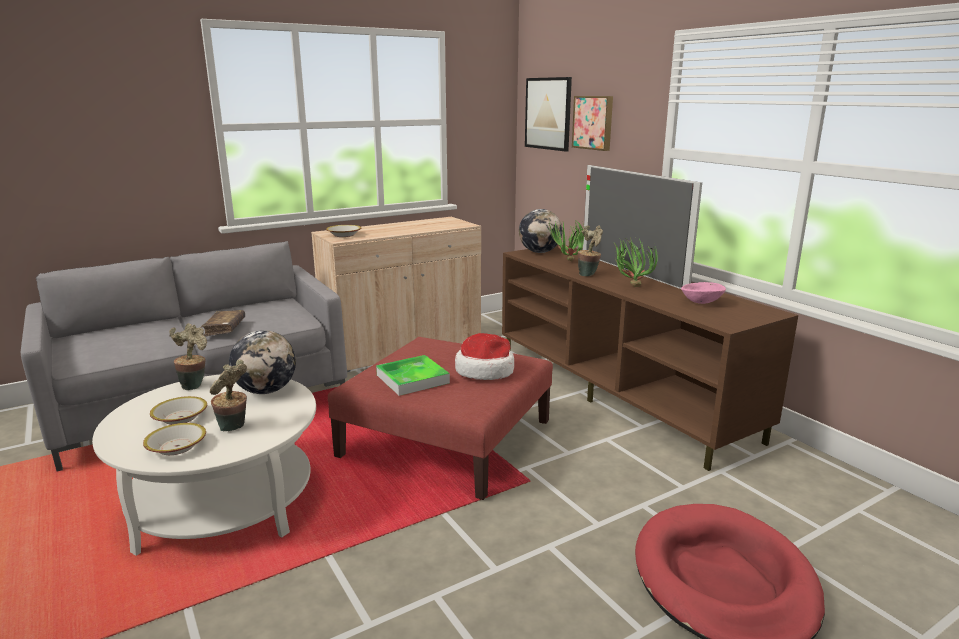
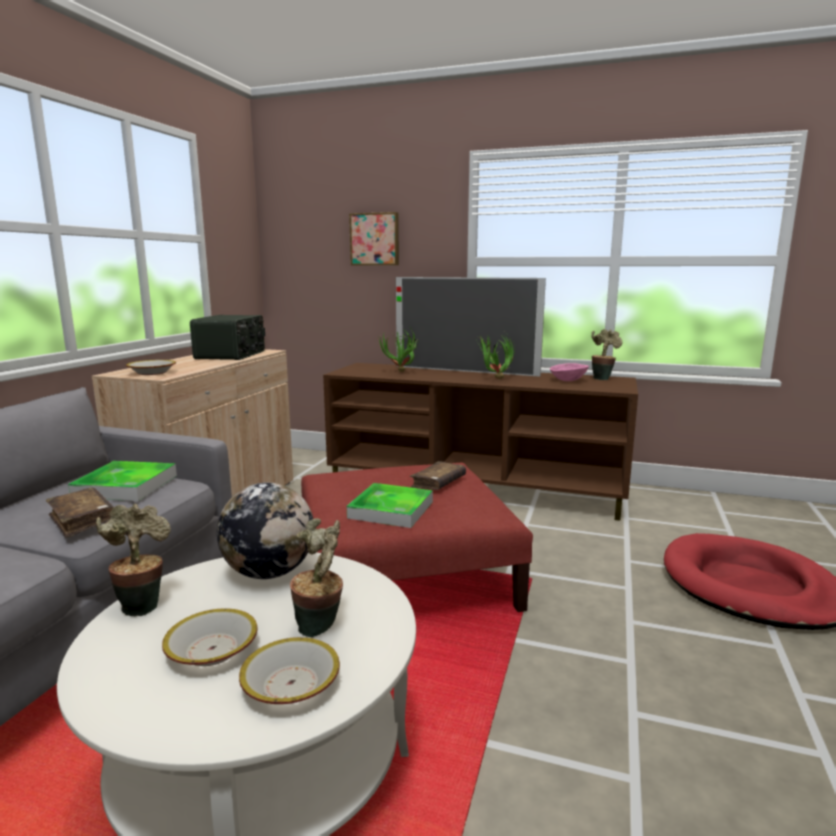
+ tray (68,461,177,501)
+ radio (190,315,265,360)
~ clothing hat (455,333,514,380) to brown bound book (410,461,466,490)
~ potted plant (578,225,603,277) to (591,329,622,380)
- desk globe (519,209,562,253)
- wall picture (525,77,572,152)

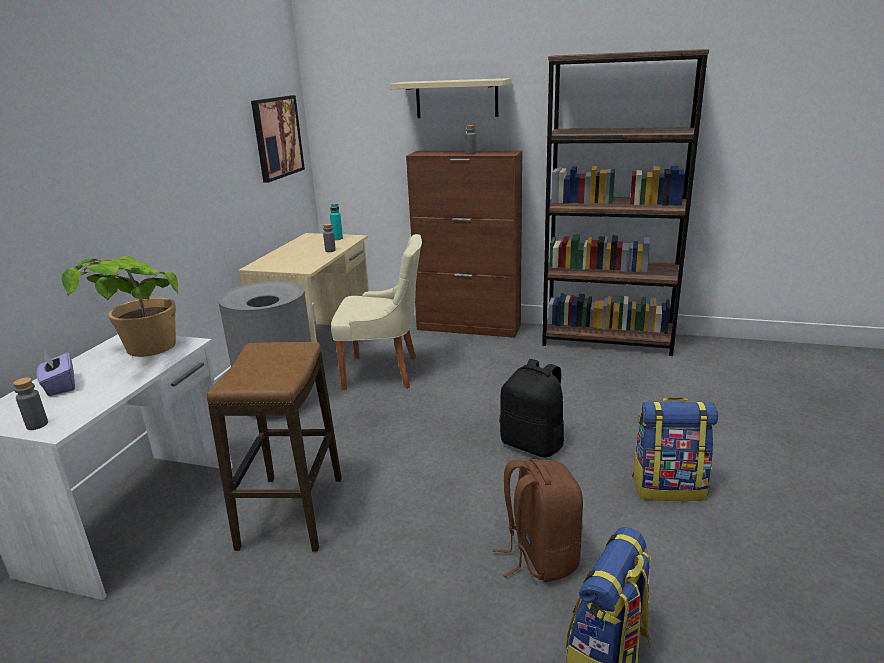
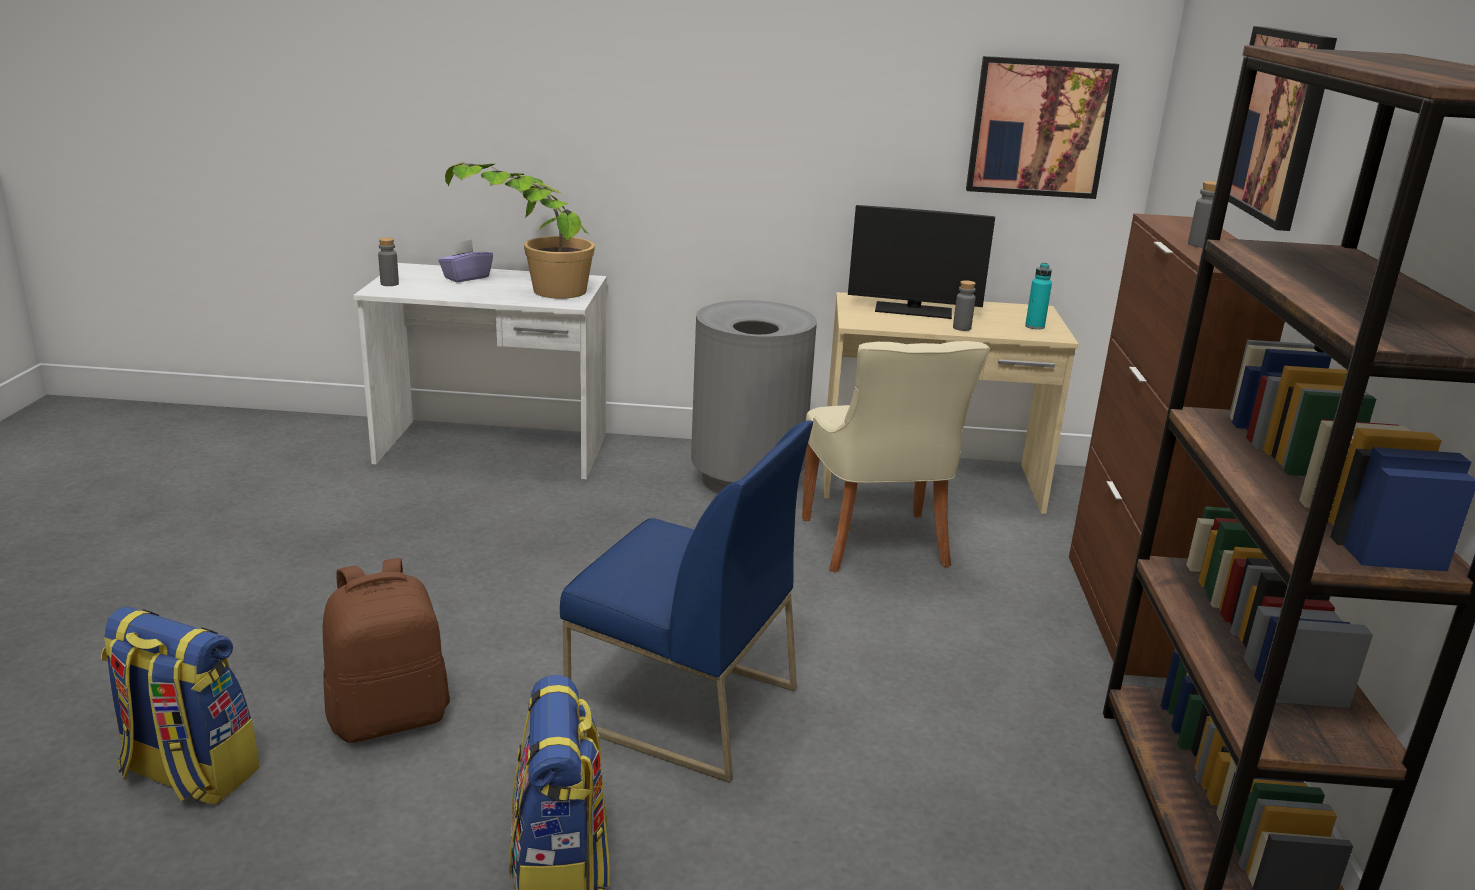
~ blackish rucksack (499,359,564,458) to blue-coloured upright chair (560,421,813,783)
+ computer display (848,205,995,319)
~ sand-coloured shelf (390,78,512,118) to wall picture (1228,26,1337,231)
- sitting stool (207,342,342,551)

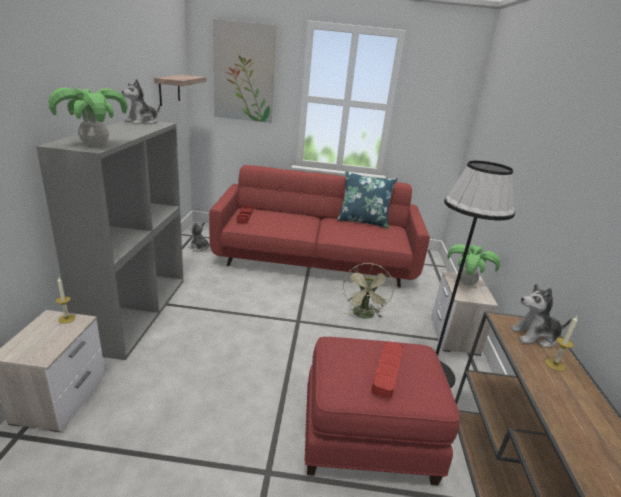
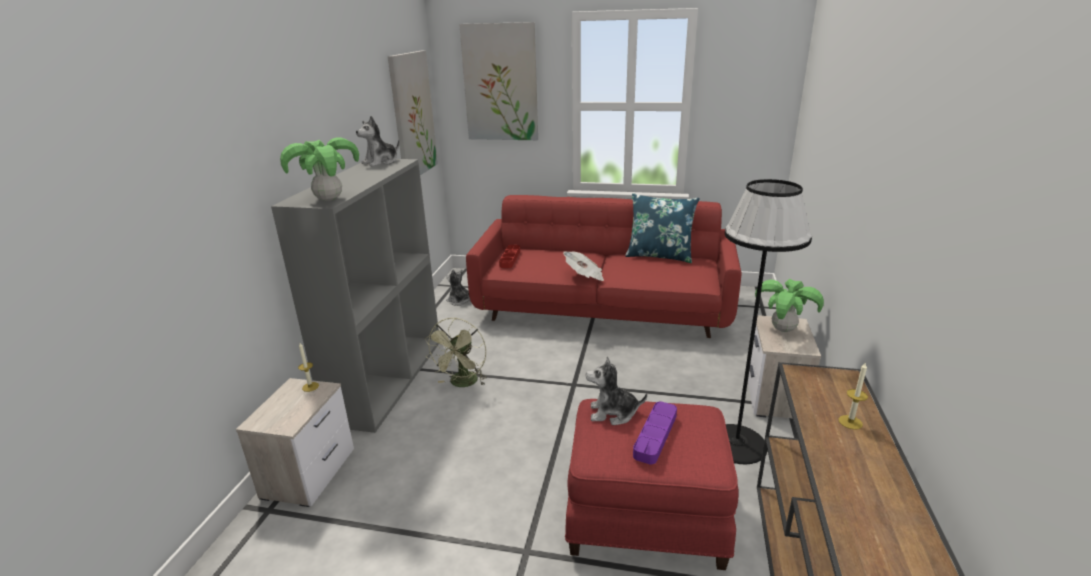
~ shelf (154,75,206,106) to wall picture (388,50,438,175)
~ green-coloured cooling fan (343,263,394,318) to (425,318,487,387)
+ daily paper (563,251,604,281)
~ plush toy (510,284,571,348) to (586,356,647,425)
~ red-coloured tray (372,341,403,398) to purple-coloured tray (633,402,677,464)

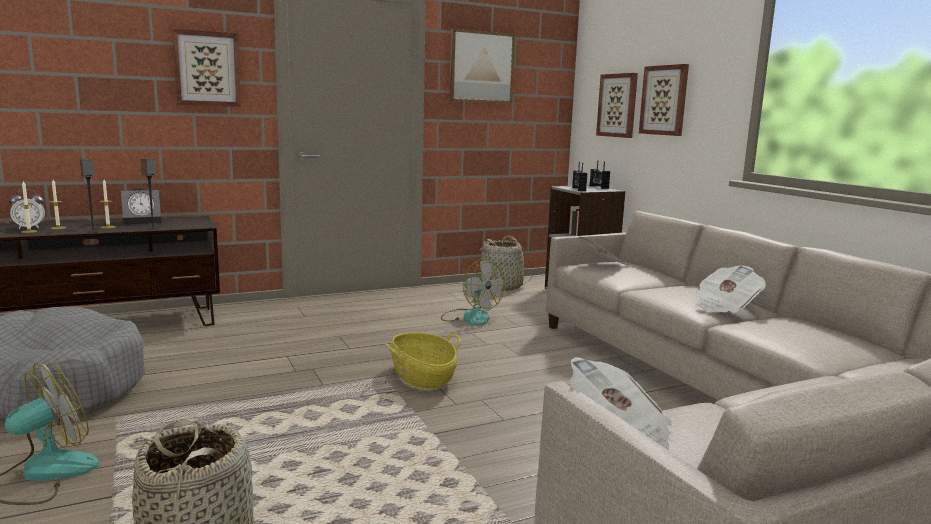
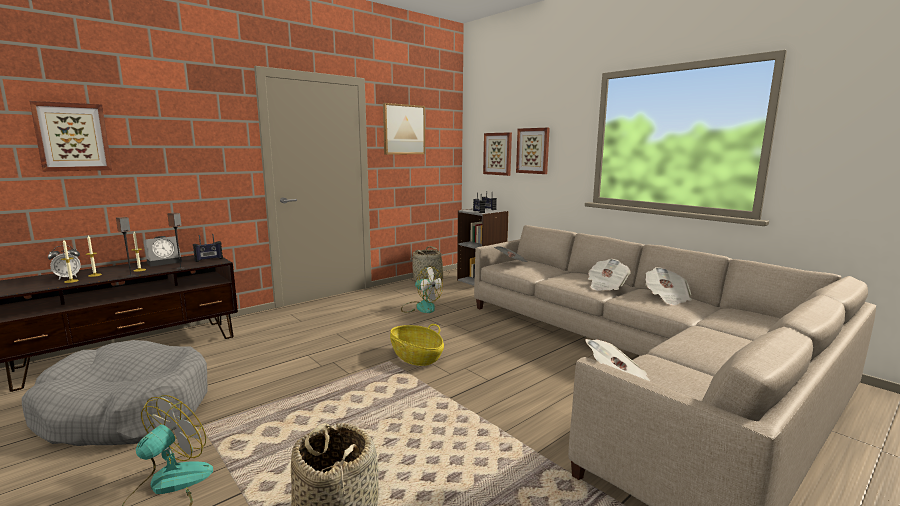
~ wall picture (172,28,241,107) to (29,101,112,172)
+ radio (193,234,223,262)
+ daily paper (646,267,692,305)

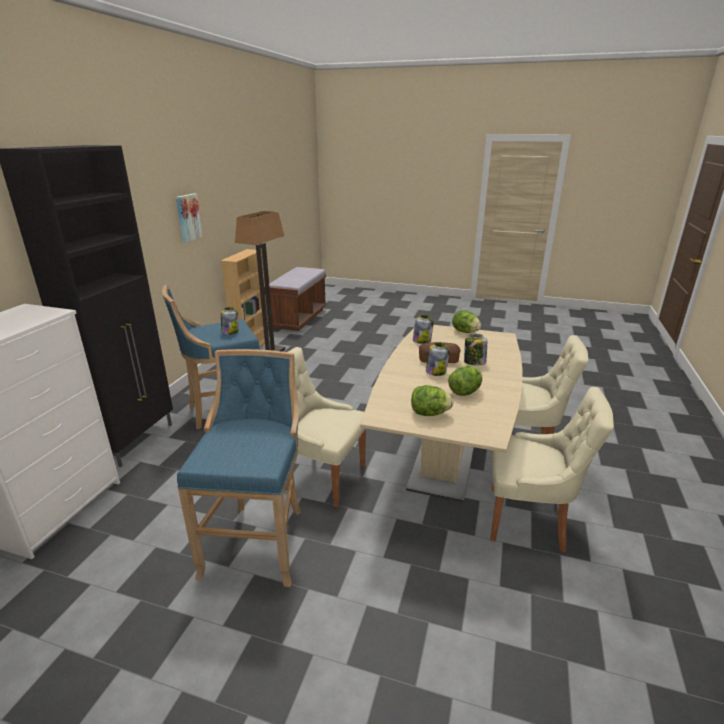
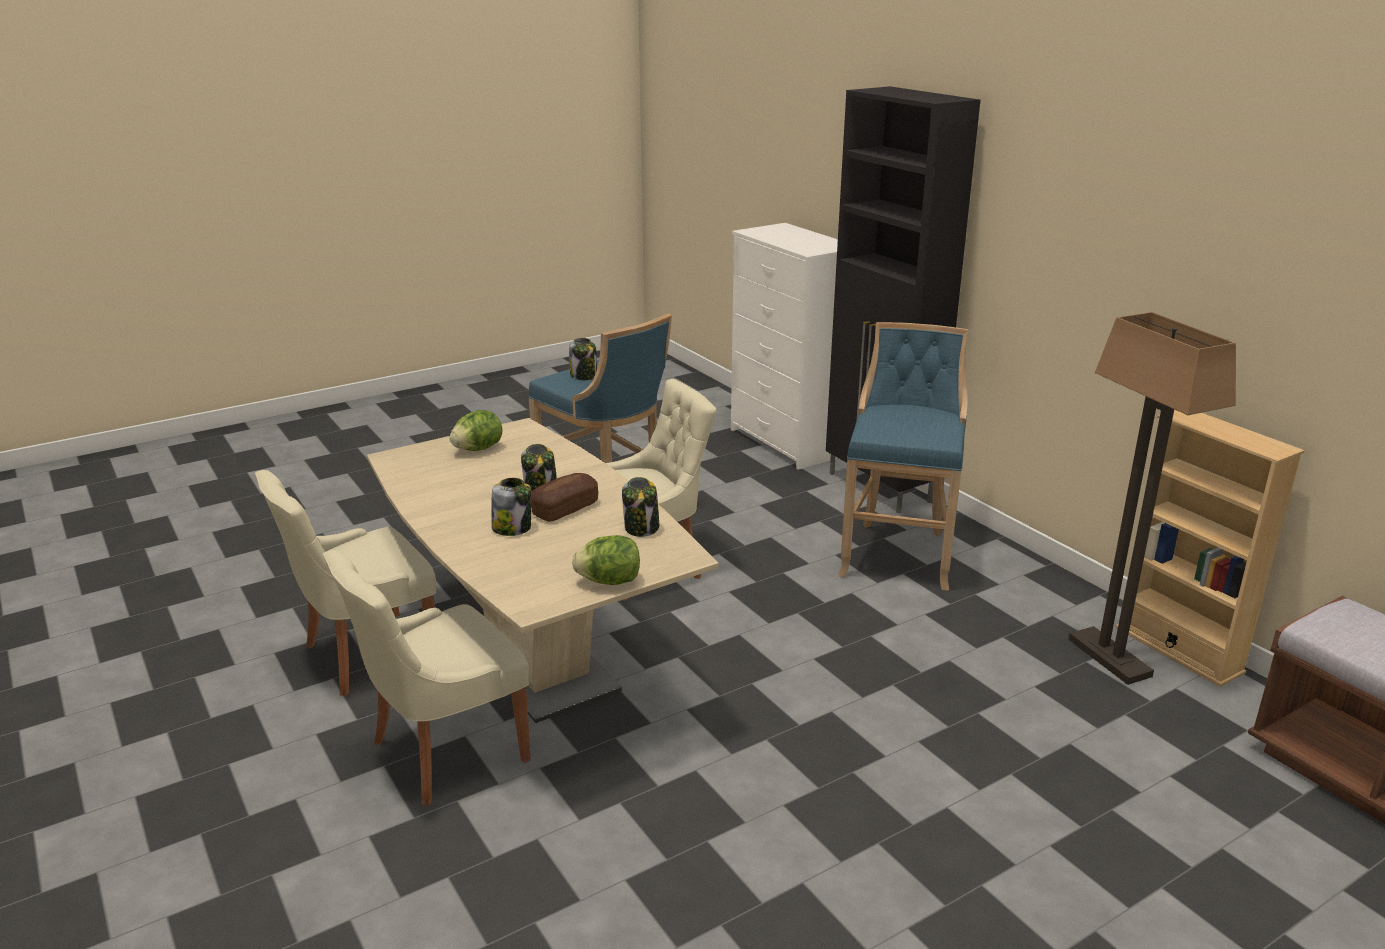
~ storage jar (221,307,239,335) to (569,338,597,380)
- wall picture (176,194,203,242)
- lettuce (448,366,482,396)

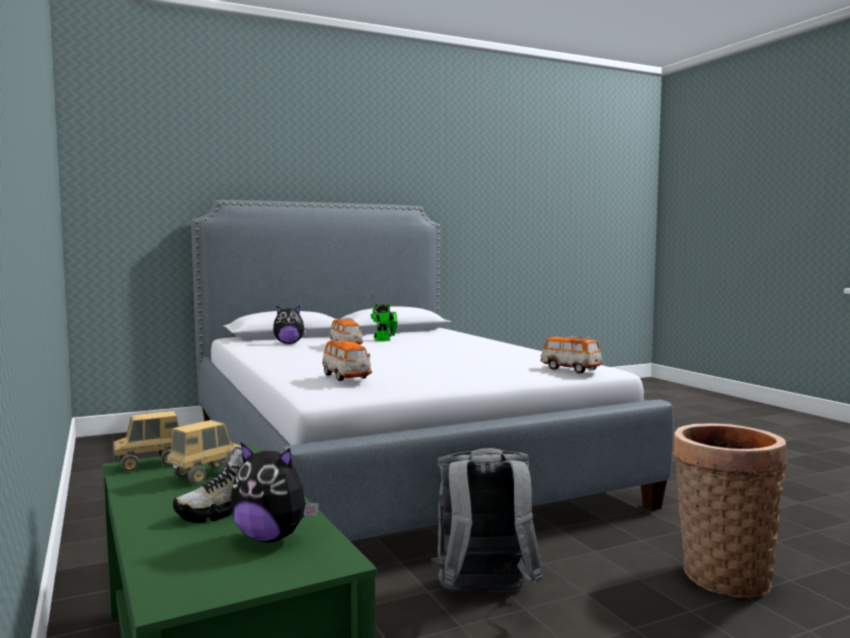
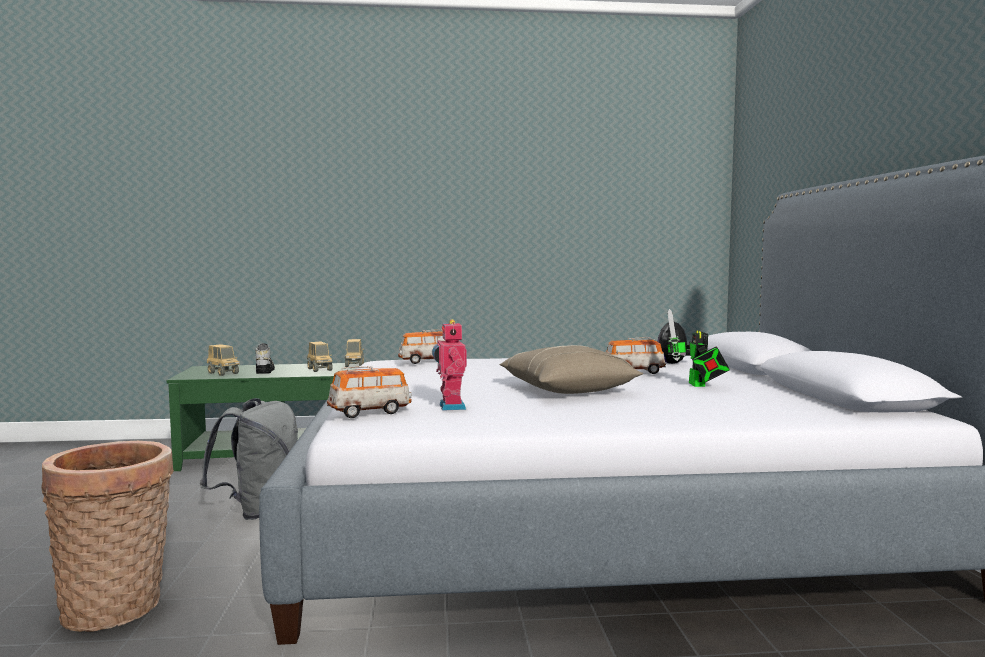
~ plush toy (230,442,319,542) to model truck (206,344,240,376)
+ model robot (432,320,467,411)
+ sand-coloured cushion (499,345,643,394)

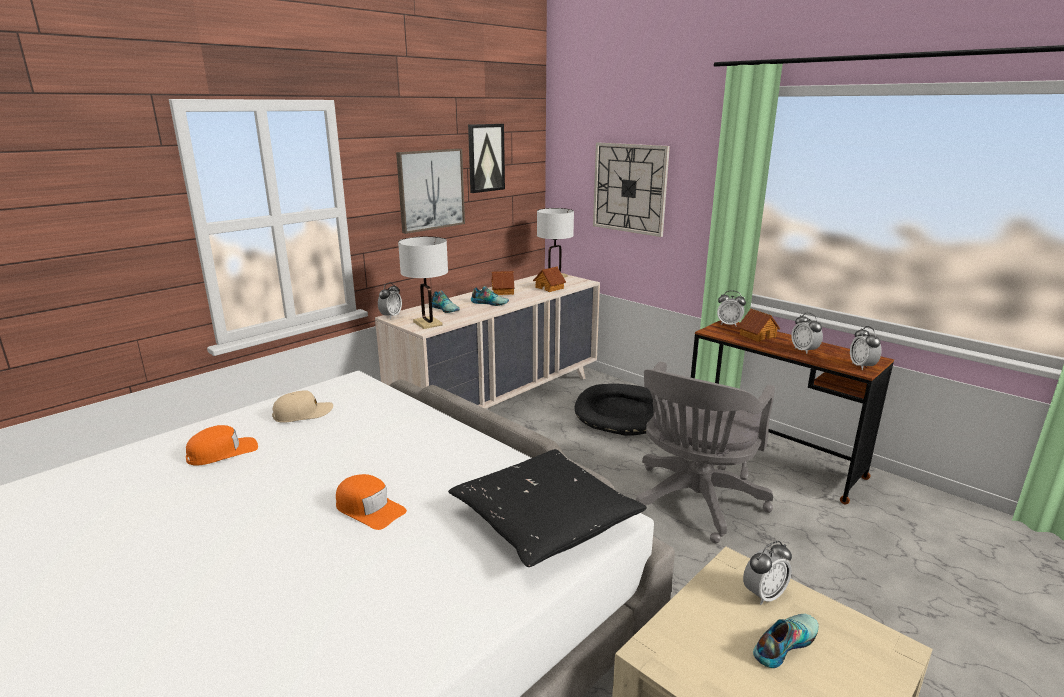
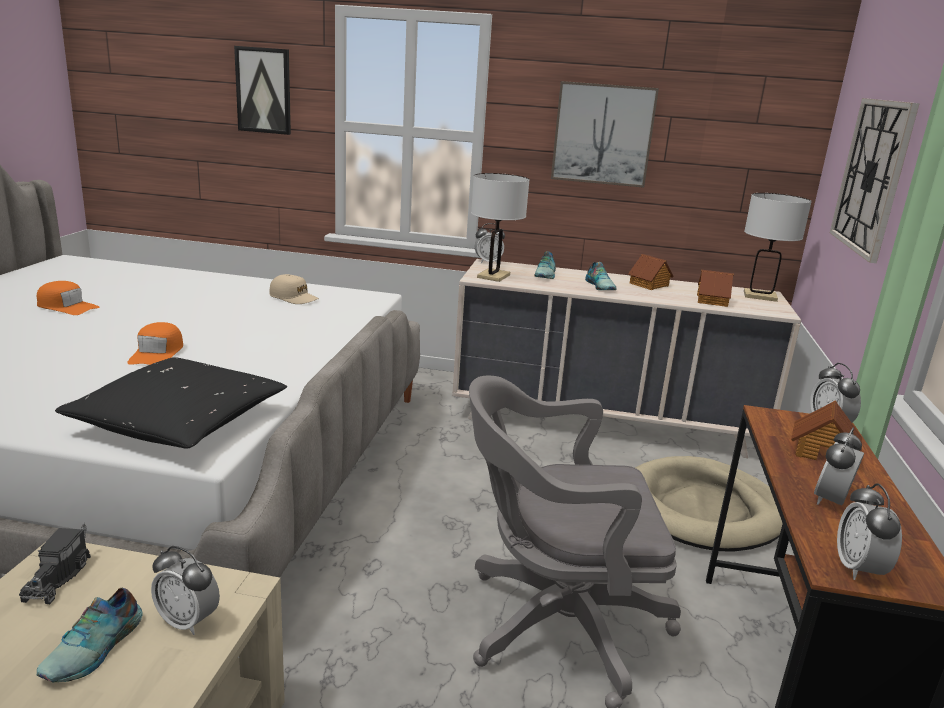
+ model truck (19,523,91,604)
~ low shoe (753,614,819,668) = (36,588,143,682) 90 degrees clockwise
~ orangey peaked cap (186,425,258,466) to (37,281,100,315)
~ wall picture (468,124,505,193) to (234,46,291,135)
~ blackish pet bed (575,384,653,436) to sand-coloured pet bed (635,456,783,552)
~ alarm clock (850,326,882,370) = (837,483,902,580) 45 degrees counterclockwise

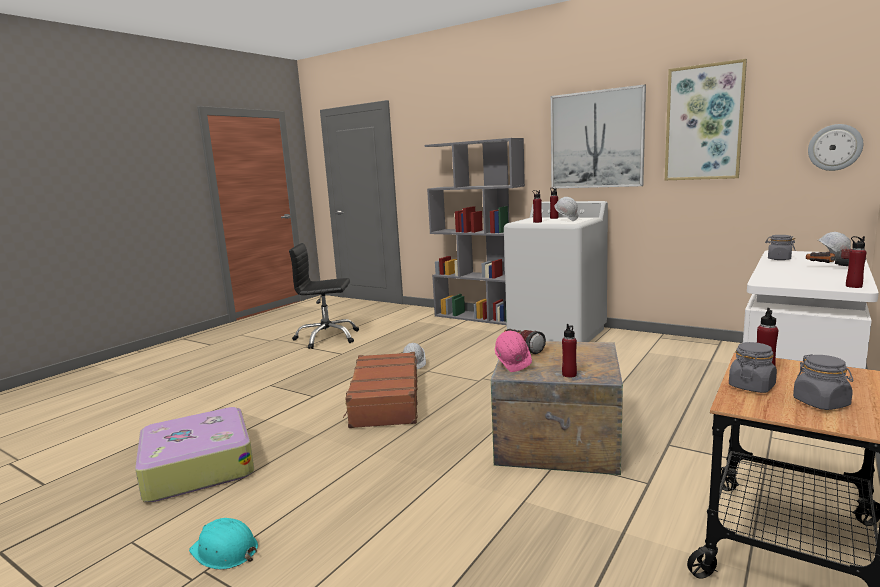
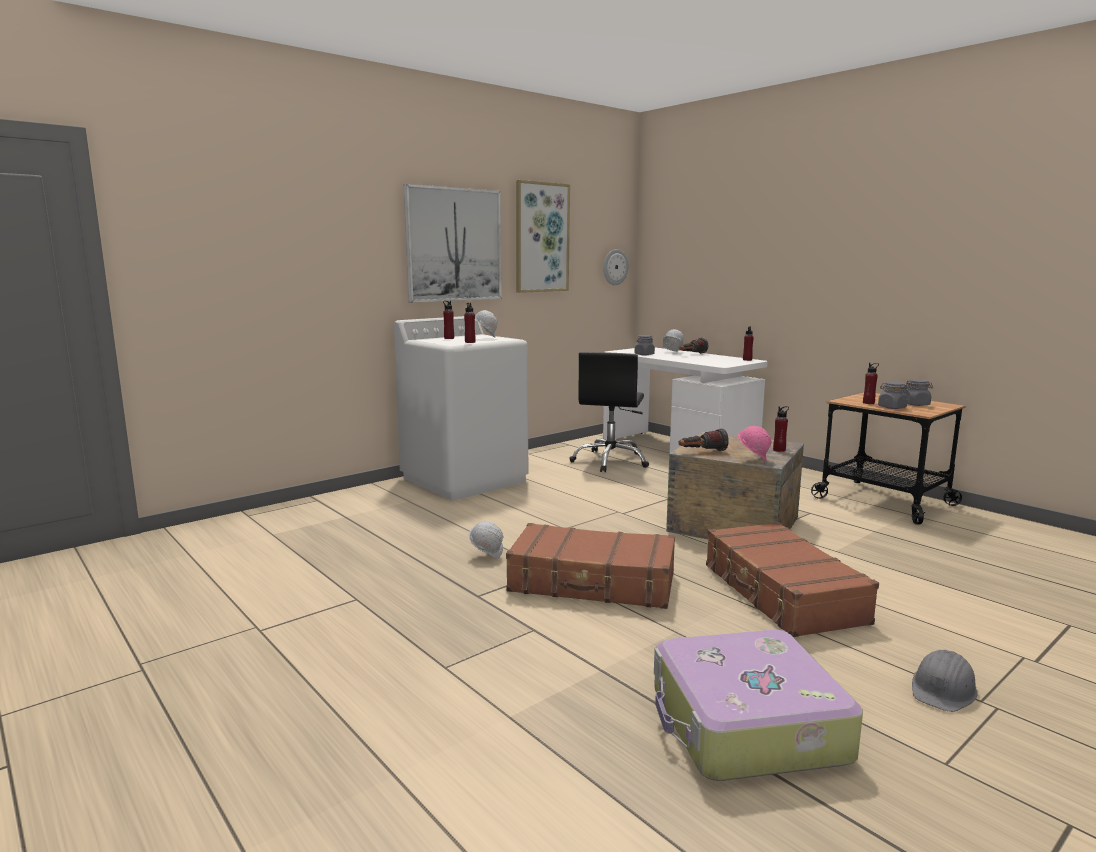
~ blackish desk chair (289,243,359,349) to (569,352,649,472)
+ brown travel case (706,522,879,637)
~ blue-green hard hat (189,518,258,570) to grey hard hat (912,650,978,712)
- grey bookshelf (425,138,525,325)

